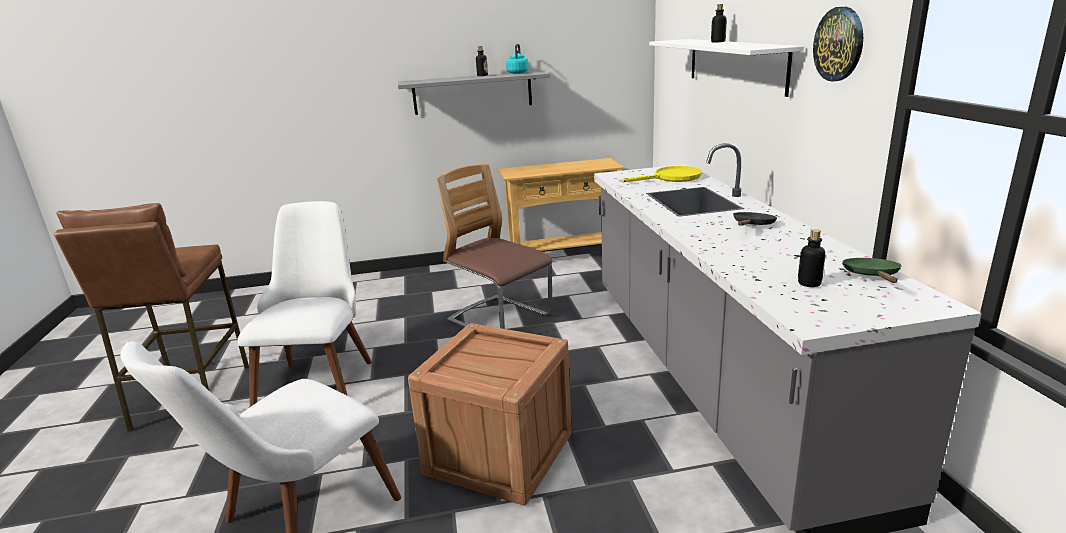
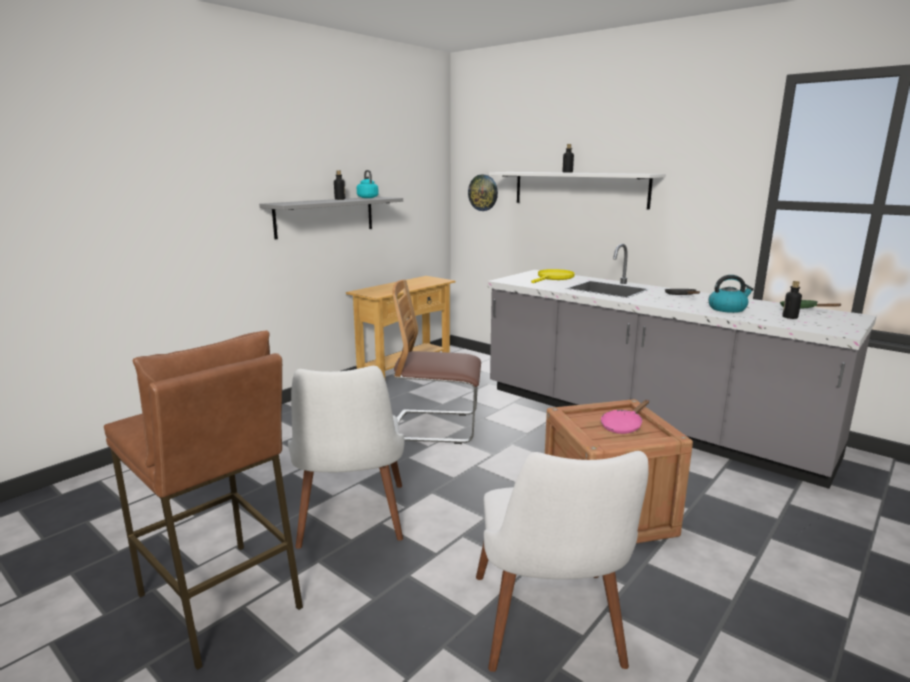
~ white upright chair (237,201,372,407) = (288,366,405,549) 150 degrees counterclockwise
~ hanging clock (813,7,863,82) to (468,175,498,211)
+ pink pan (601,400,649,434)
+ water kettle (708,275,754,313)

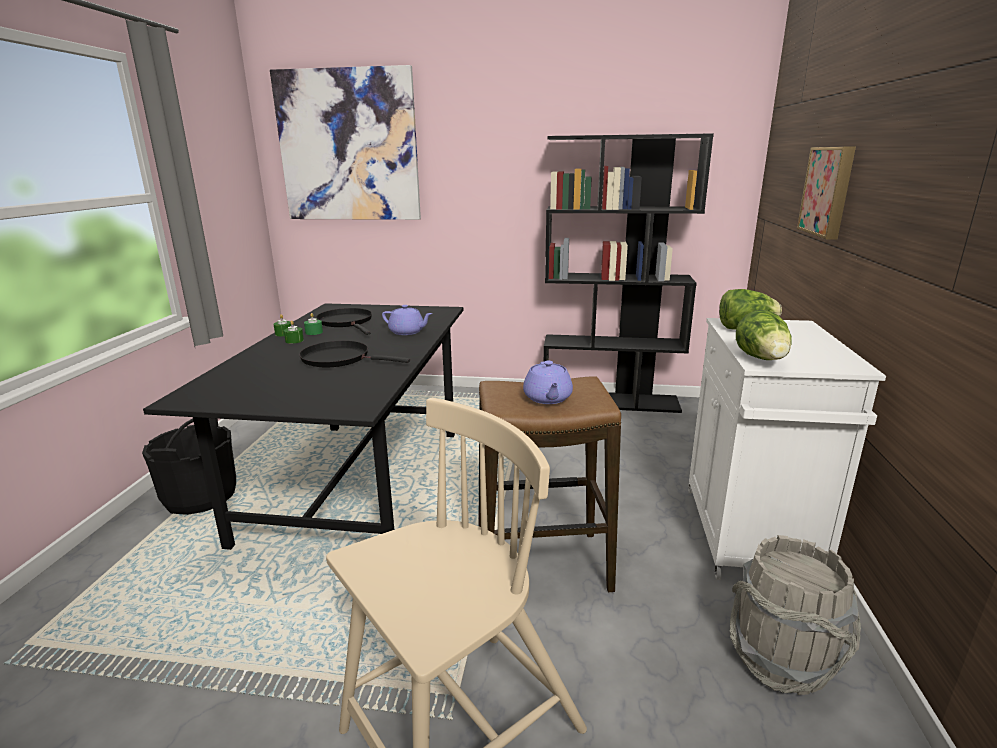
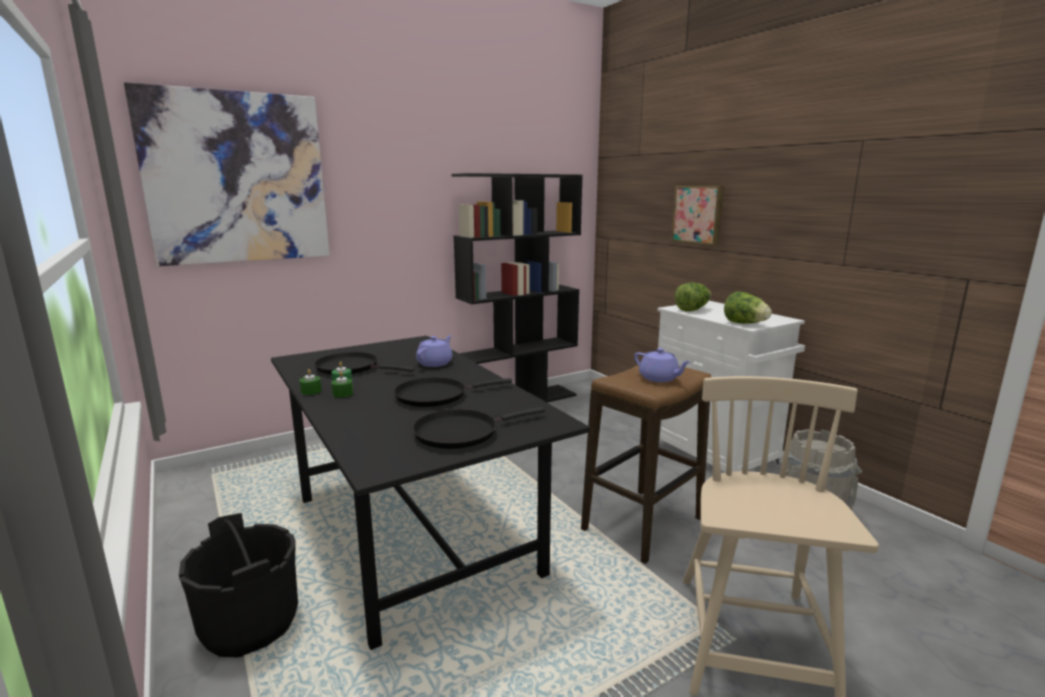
+ blackish pan (412,407,545,449)
~ purple-coloured pot for tea (382,305,433,335) = (416,335,452,367) 45 degrees counterclockwise

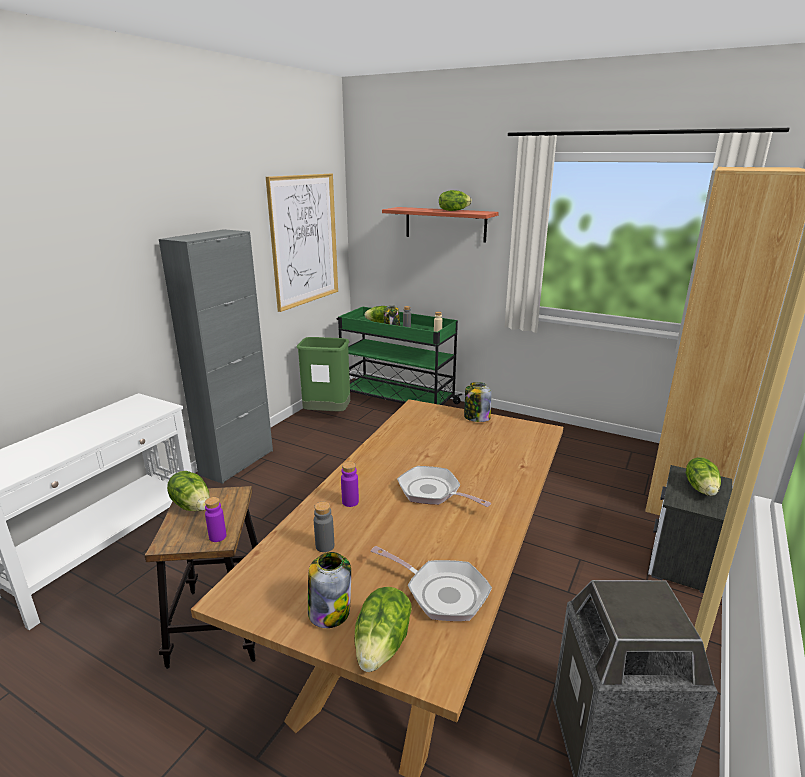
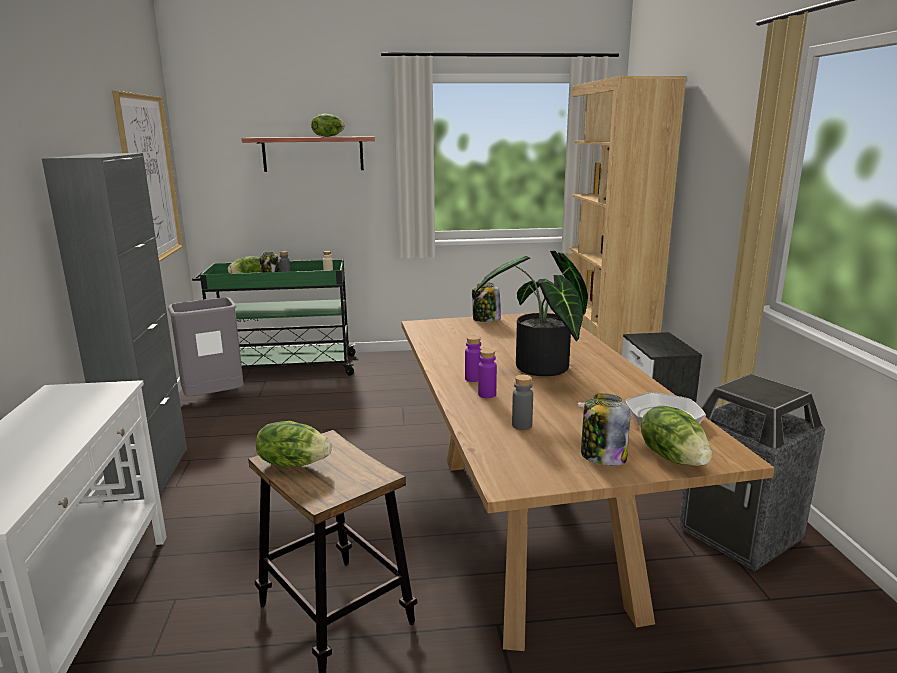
~ green-coloured trash can (297,337,350,411) to grey trash can (168,297,244,396)
~ purple-coloured bottle (205,497,226,542) to (465,336,482,382)
~ pan (397,466,491,507) to potted plant (476,250,588,376)
- lettuce (686,457,721,496)

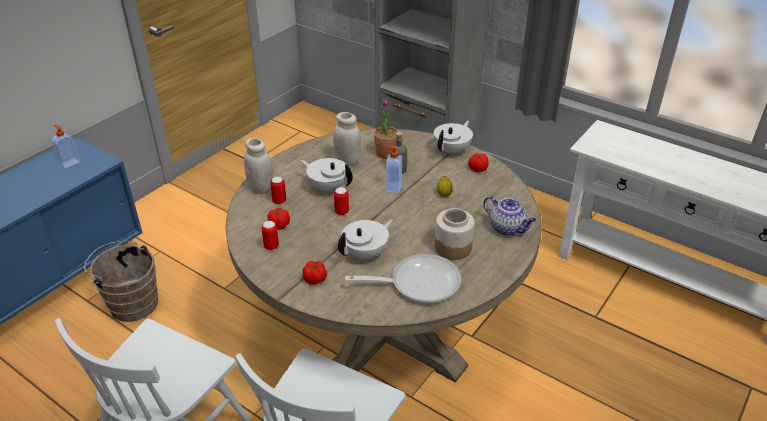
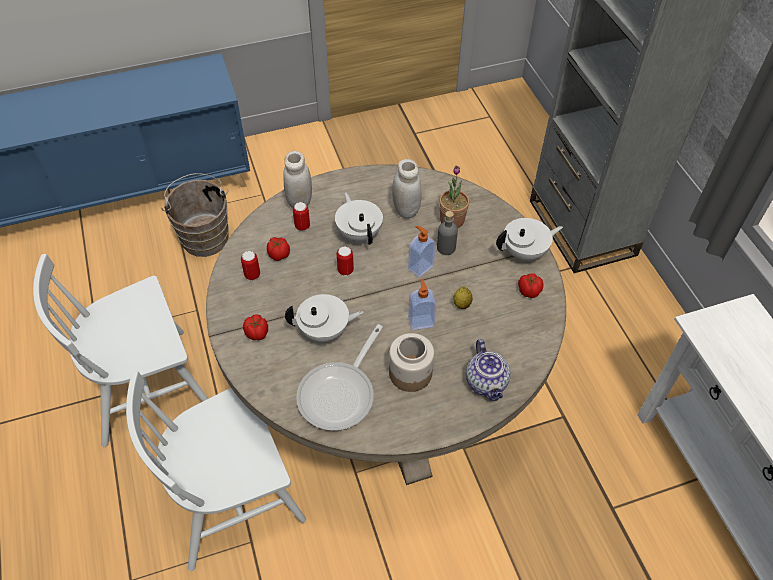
~ pan (345,254,461,304) = (296,324,383,431) 90 degrees clockwise
~ soap dispenser (52,125,80,169) to (408,279,436,330)

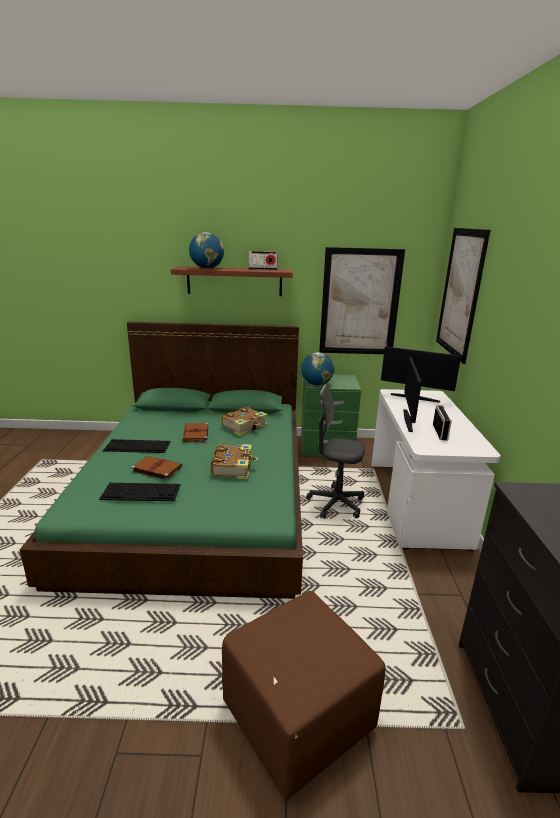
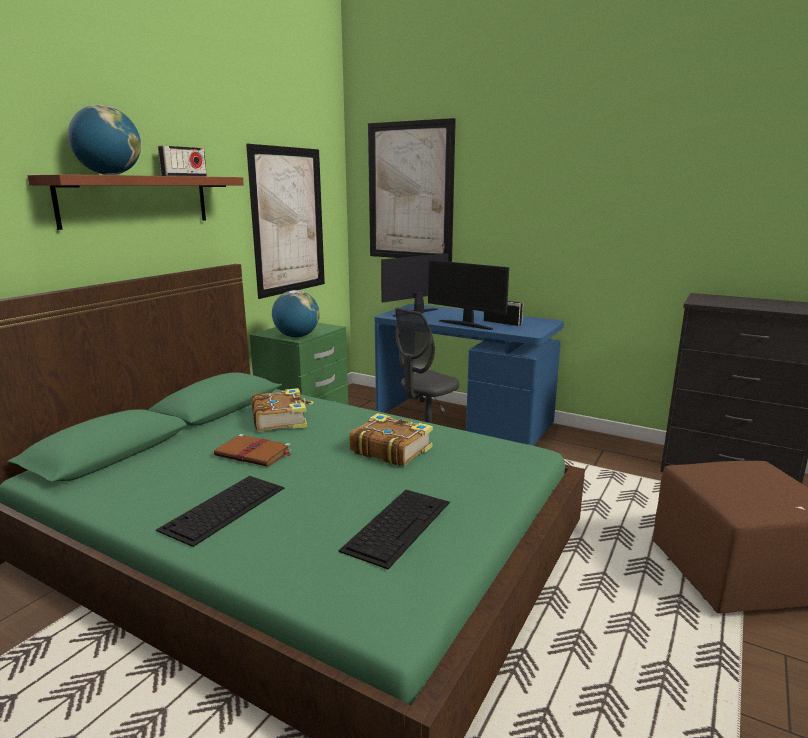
~ white desk (371,389,501,552) to blue-coloured desk (375,304,564,445)
- brown bound book (131,456,182,480)

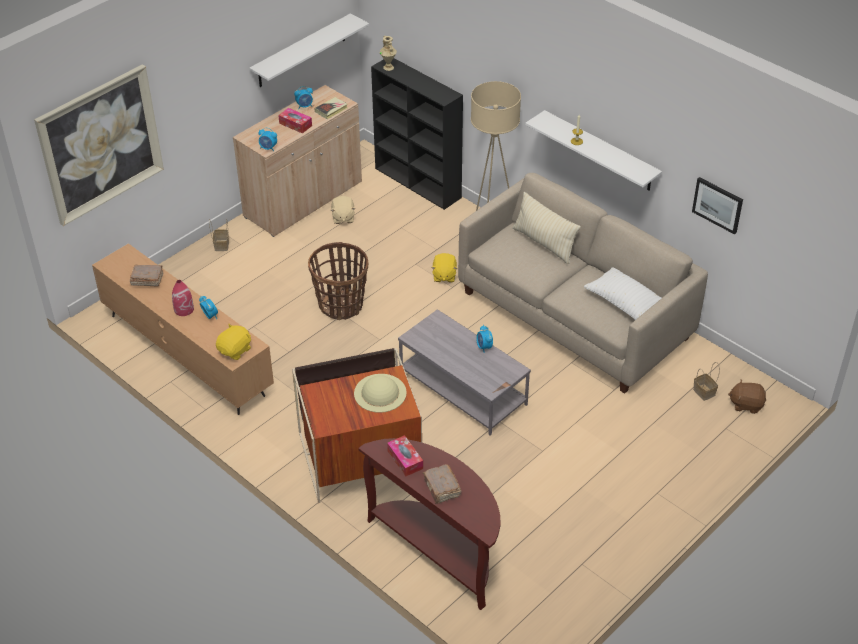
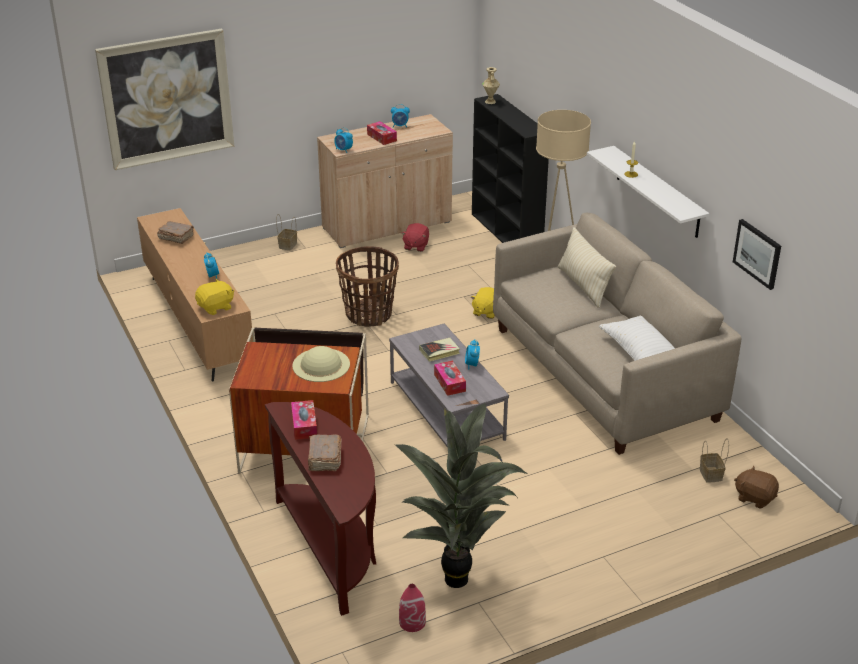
+ potted plant (396,403,528,588)
~ red-coloured vase (172,280,194,316) to (399,584,426,632)
~ sand-coloured plush toy (331,196,356,224) to red-coloured plush toy (402,223,429,252)
~ bound book (315,97,347,119) to (419,338,460,362)
+ tissue holder (434,361,466,396)
- white shelf (249,13,369,87)

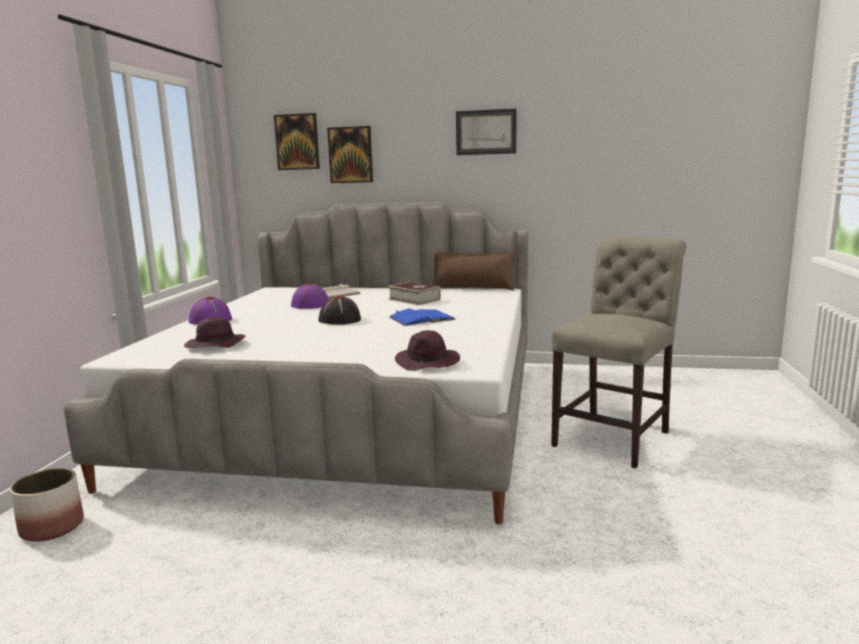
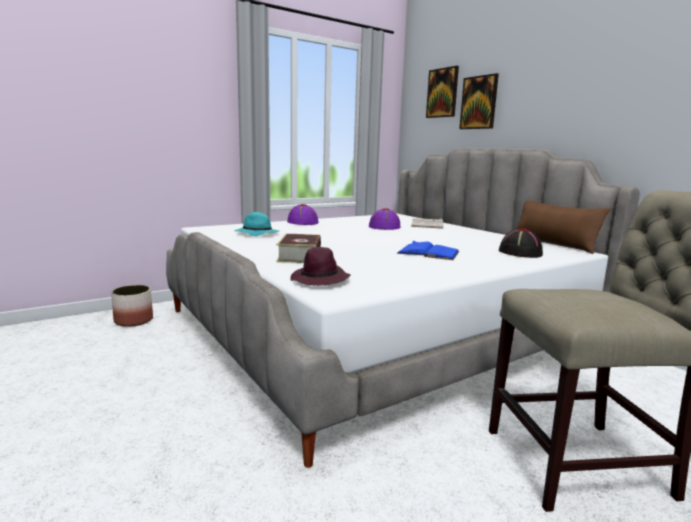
~ purple-coloured clothing hat (184,317,246,348) to blue-green clothing hat (234,212,279,236)
~ bound book (388,282,441,305) to (276,234,321,263)
~ blackish clothing hat (318,296,361,325) to (499,229,543,258)
- wall picture (456,109,517,155)

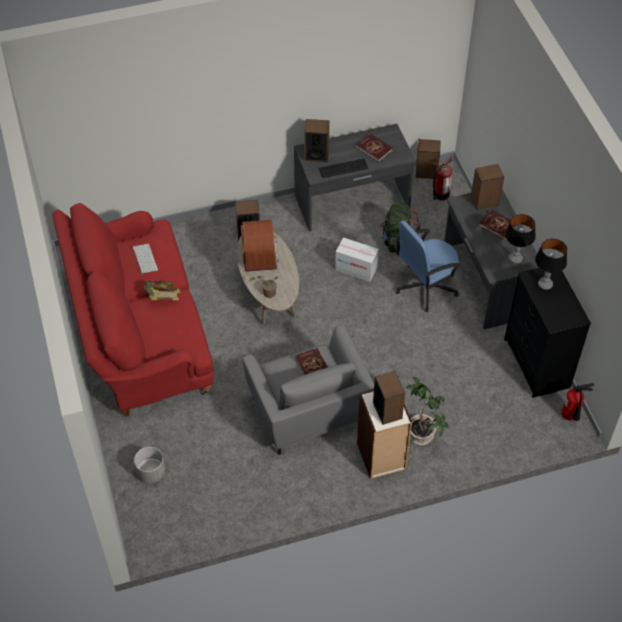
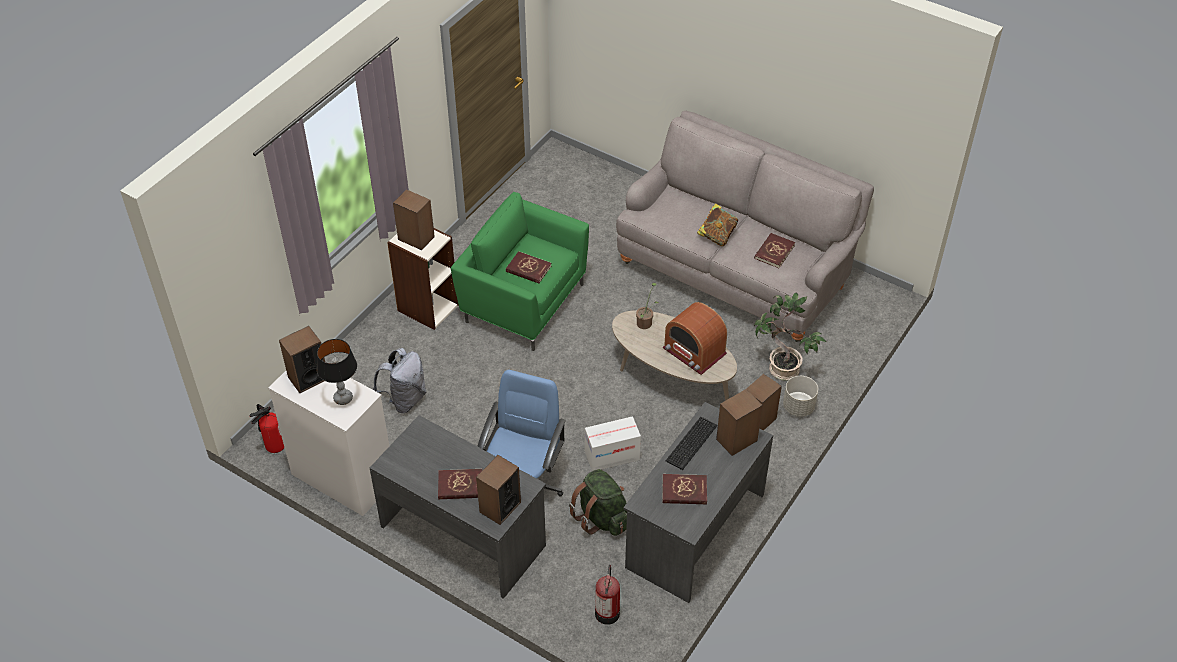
~ blackish chest of drawers (504,268,591,398) to white chest of drawers (268,371,389,516)
~ loudspeaker (416,139,441,179) to (279,326,325,393)
+ grey rucksack (373,348,426,413)
~ grey lounge chair (243,325,374,455) to green-coloured lounge chair (451,192,589,351)
~ red-coloured settee (52,203,214,417) to grey settee (616,111,874,342)
~ computer keyboard (132,244,158,275) to red-coloured bound book (754,233,795,268)
~ potted plant (406,377,448,445) to (754,292,827,381)
~ grey planter (134,447,165,483) to (783,376,818,417)
- tabletop lamp (505,214,536,264)

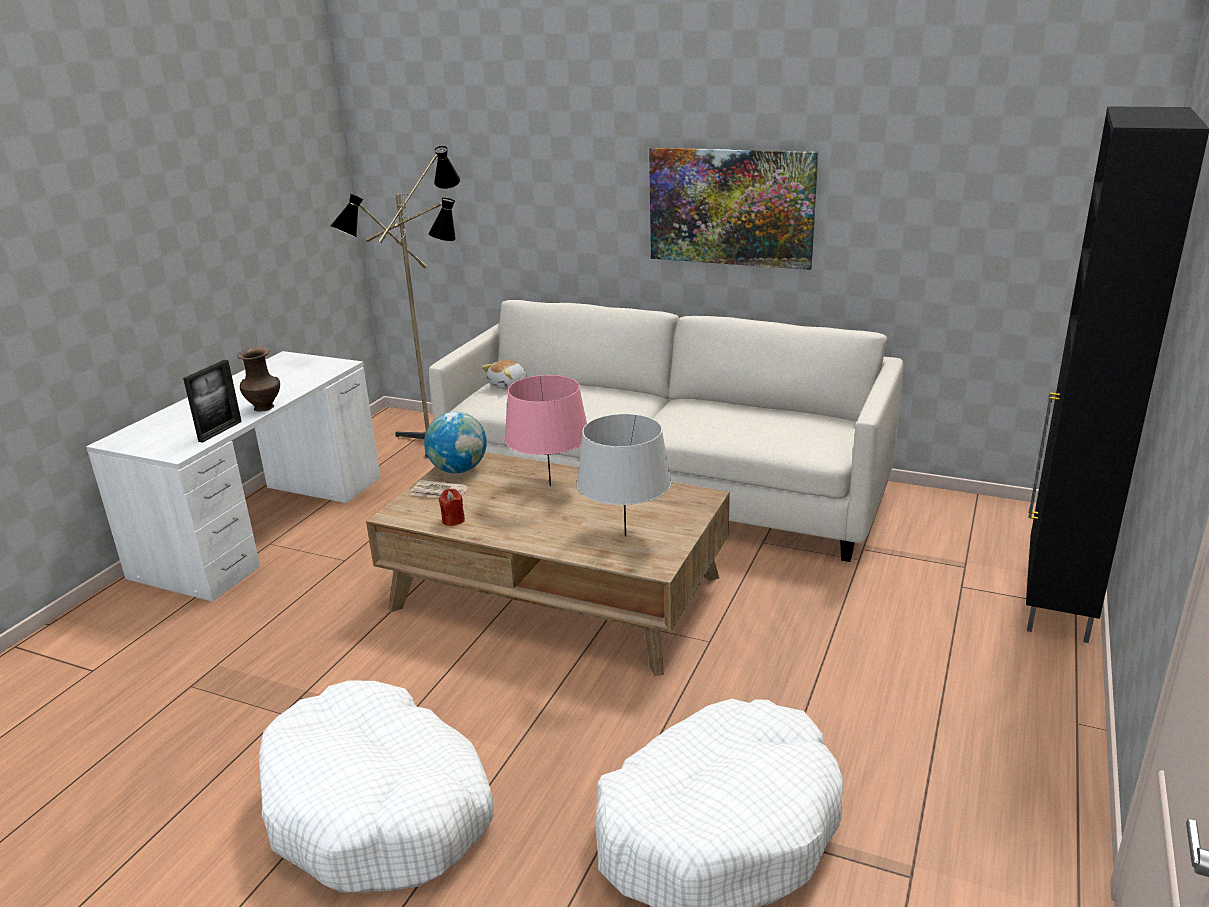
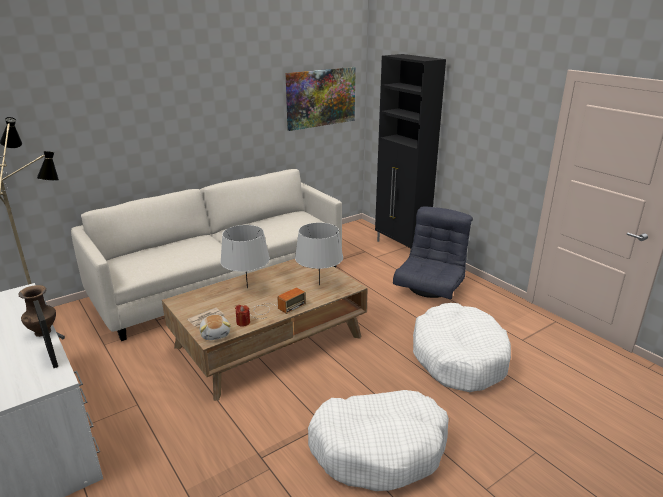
~ plush toy (482,360,527,389) to (200,315,231,340)
~ pink tabletop lamp (504,375,587,486) to grey tabletop lamp (220,225,270,288)
+ radio (249,287,306,319)
~ wall picture (649,147,818,270) to (285,67,356,131)
+ grey lounge chair (393,206,473,299)
- desk globe (424,412,487,473)

